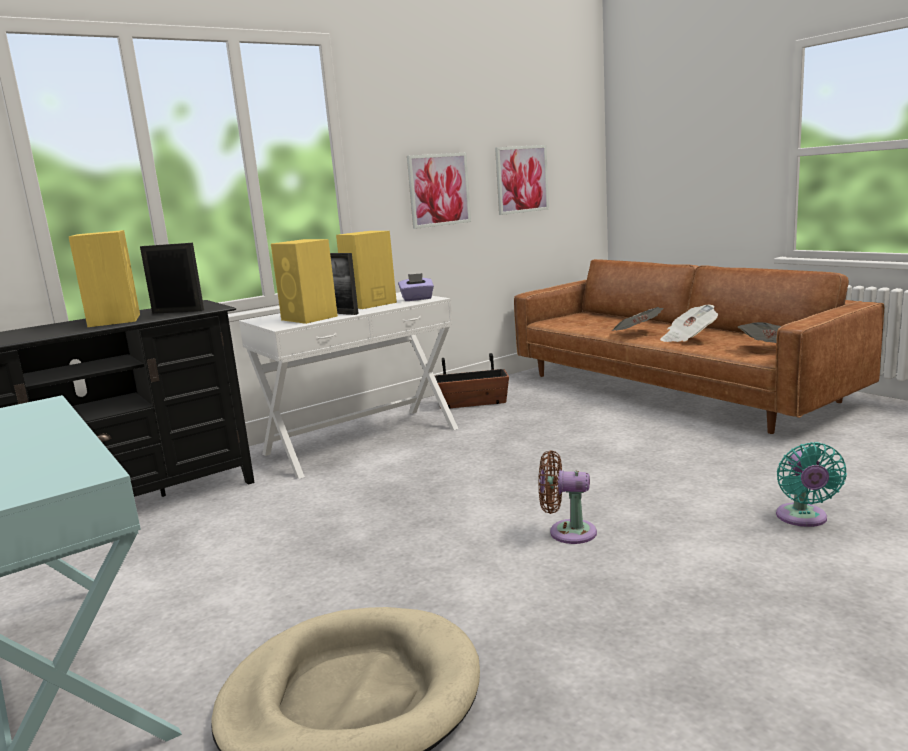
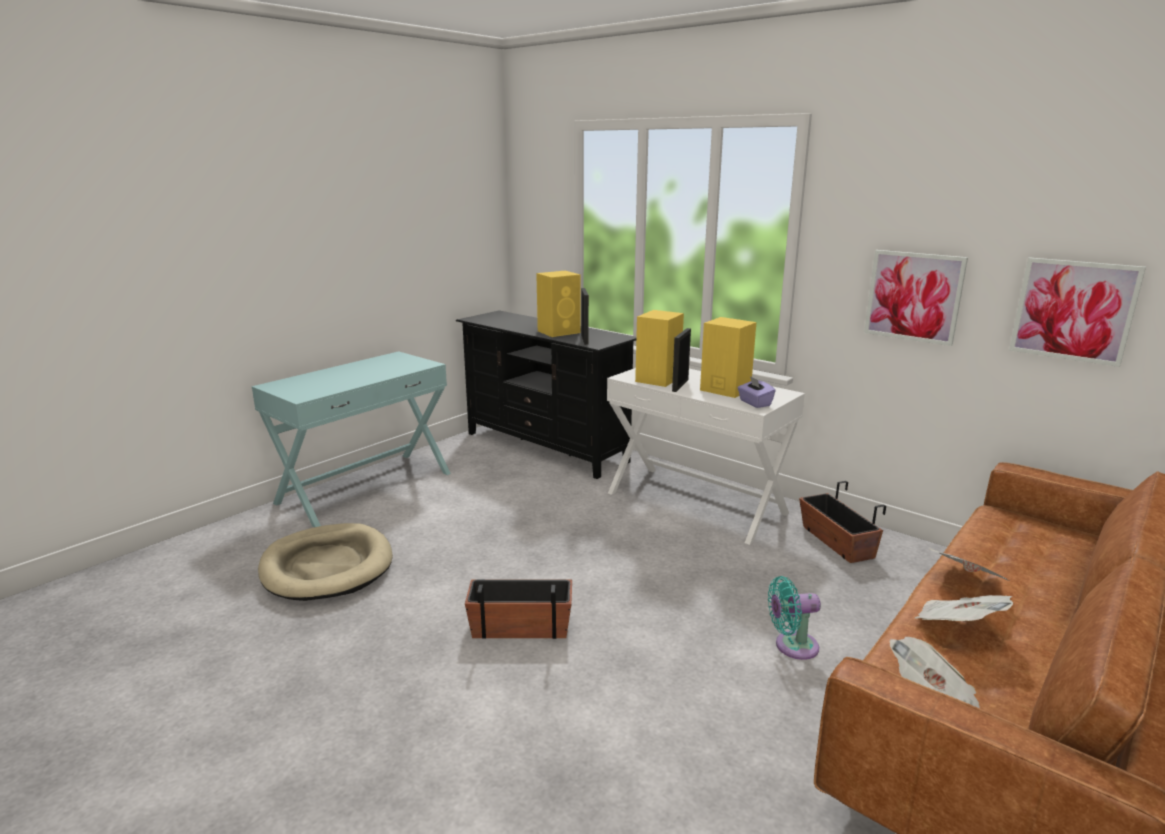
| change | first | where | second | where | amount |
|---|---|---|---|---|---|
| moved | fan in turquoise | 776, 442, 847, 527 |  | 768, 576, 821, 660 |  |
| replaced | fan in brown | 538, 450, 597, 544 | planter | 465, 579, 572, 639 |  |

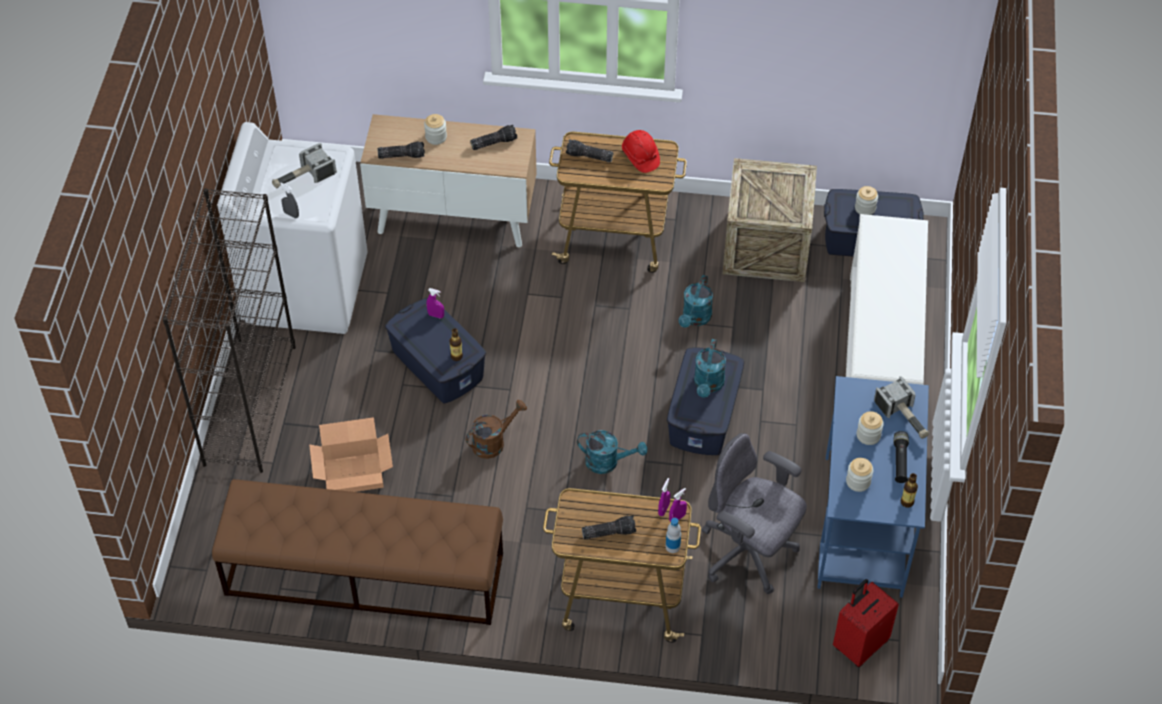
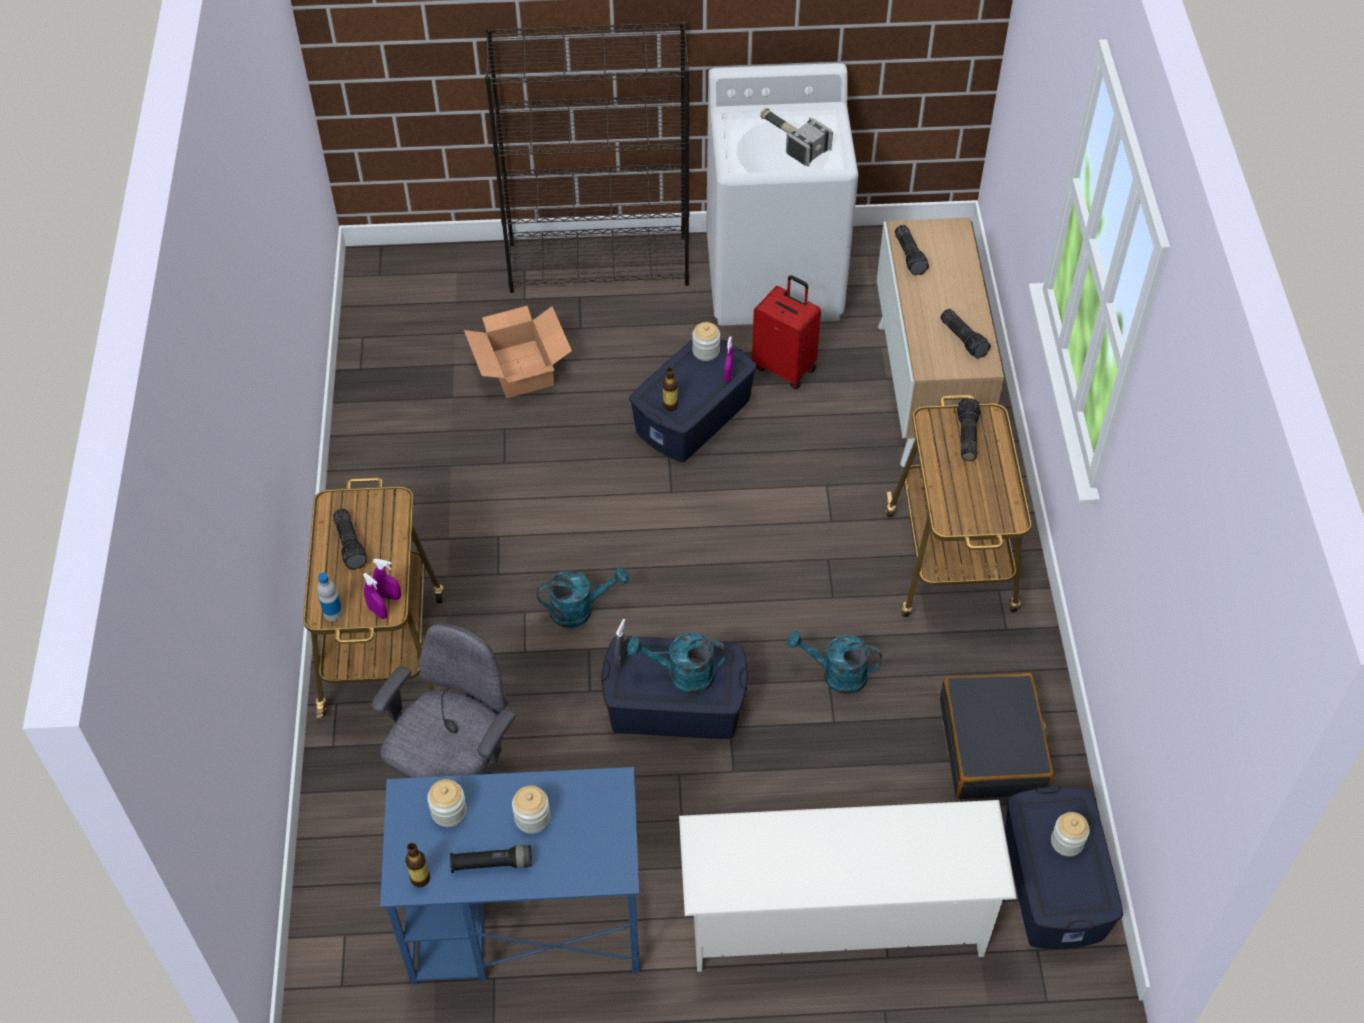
| change | first | where | second | where | amount |
|---|---|---|---|---|---|
| moved | jar | 424, 114, 447, 145 |  | 692, 322, 720, 361 |  |
| removed | hard hat in red | 622, 130, 660, 173 |  |  |  |
| replaced | crate | 723, 158, 817, 282 | suitcase in black | 940, 673, 1054, 799 |  |
| moved | spray bottle in grey | 280, 183, 299, 219 |  | 614, 619, 629, 667 |  |
| removed | hammer | 874, 376, 929, 439 |  |  |  |
| removed | watering can in brown | 466, 400, 527, 459 |  |  |  |
| turned | watering can in turquoise | 577, 430, 647, 474 |  | 537, 567, 629, 628 | 105 degrees counterclockwise |
| removed | bench in brown | 212, 479, 503, 625 |  |  |  |
| moved | suitcase in red | 833, 579, 899, 667 |  | 752, 275, 821, 389 |  |

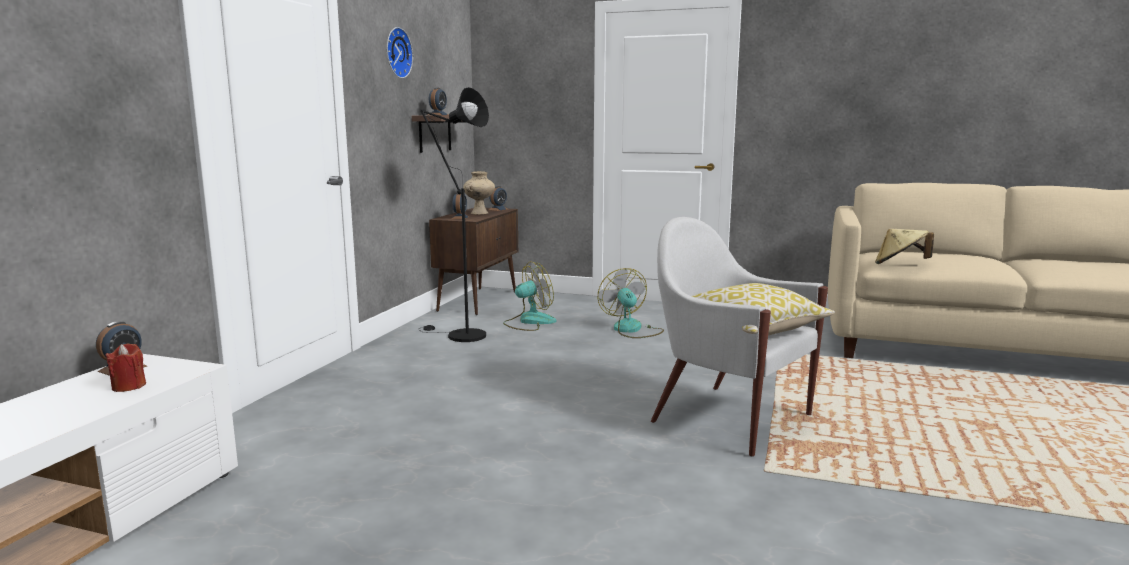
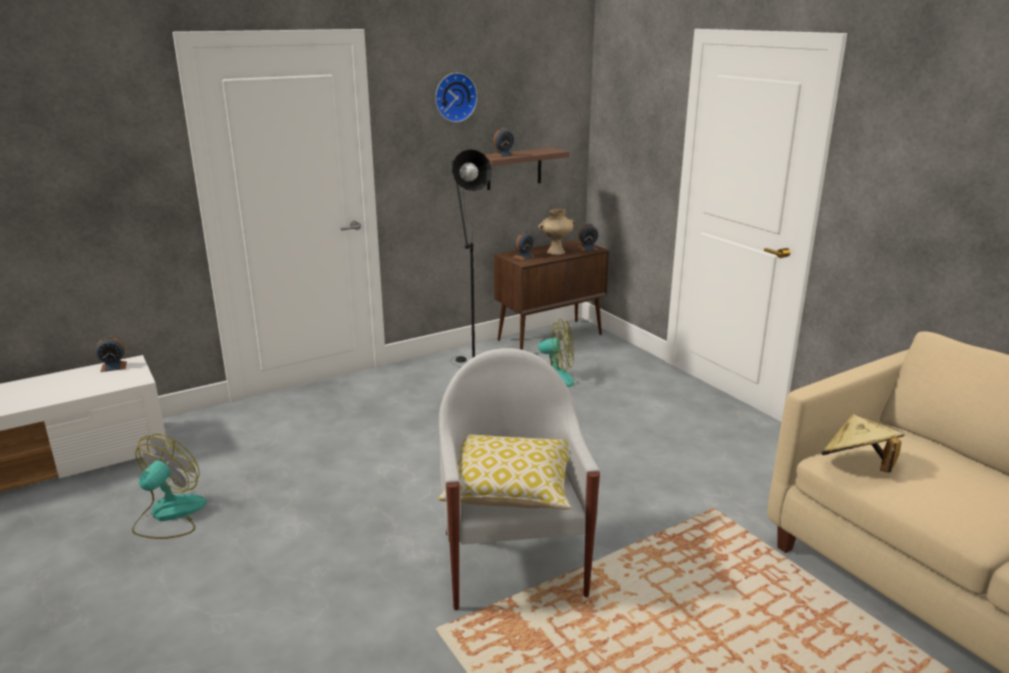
| change | first | where | second | where | amount |
|---|---|---|---|---|---|
| moved | fan | 598, 268, 664, 338 |  | 132, 434, 207, 539 |  |
| removed | candle in red | 106, 344, 146, 392 |  |  |  |

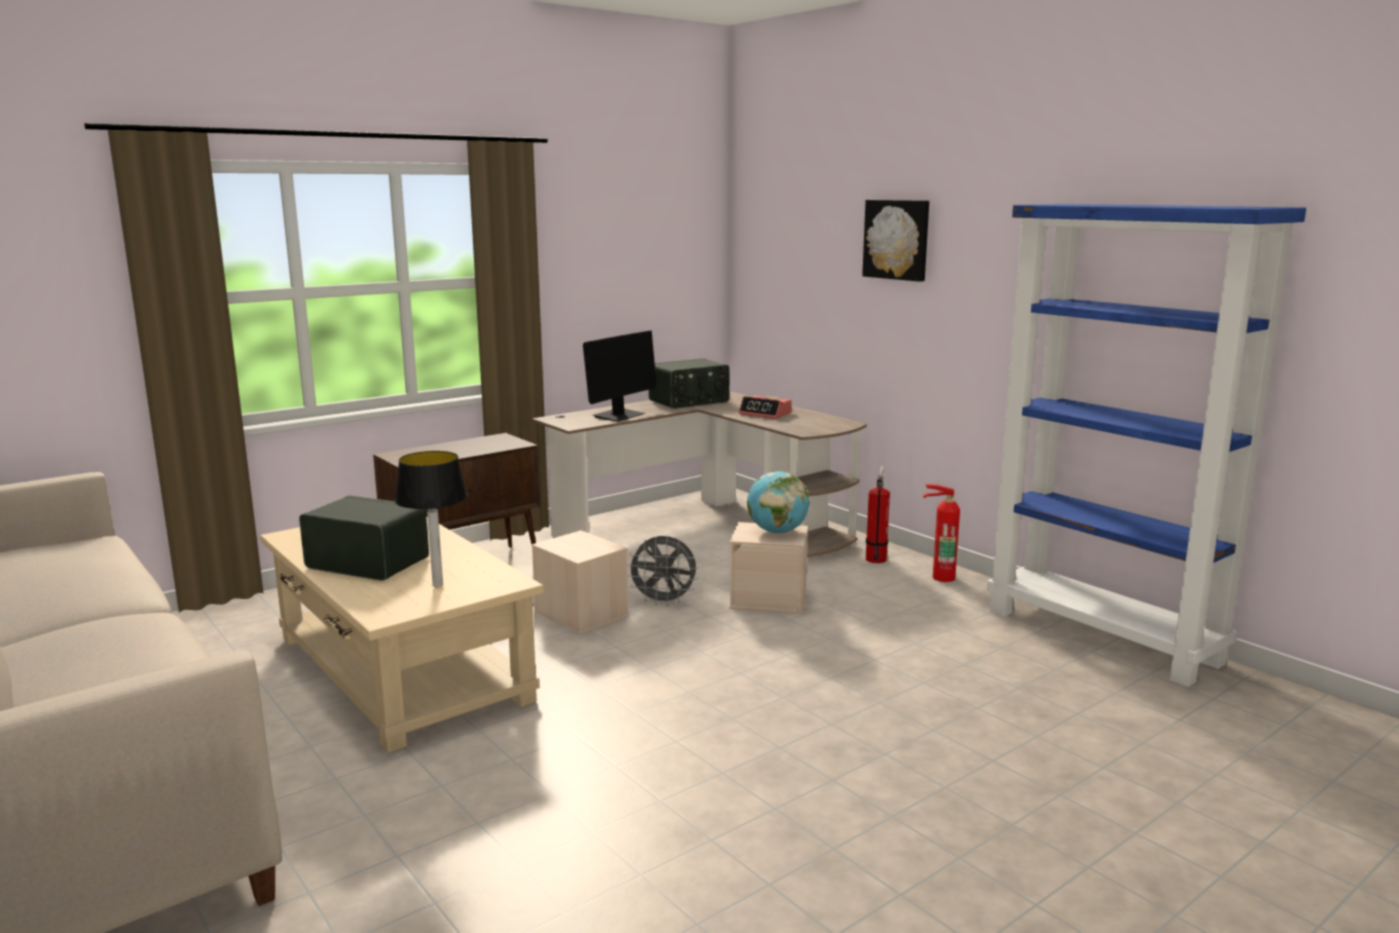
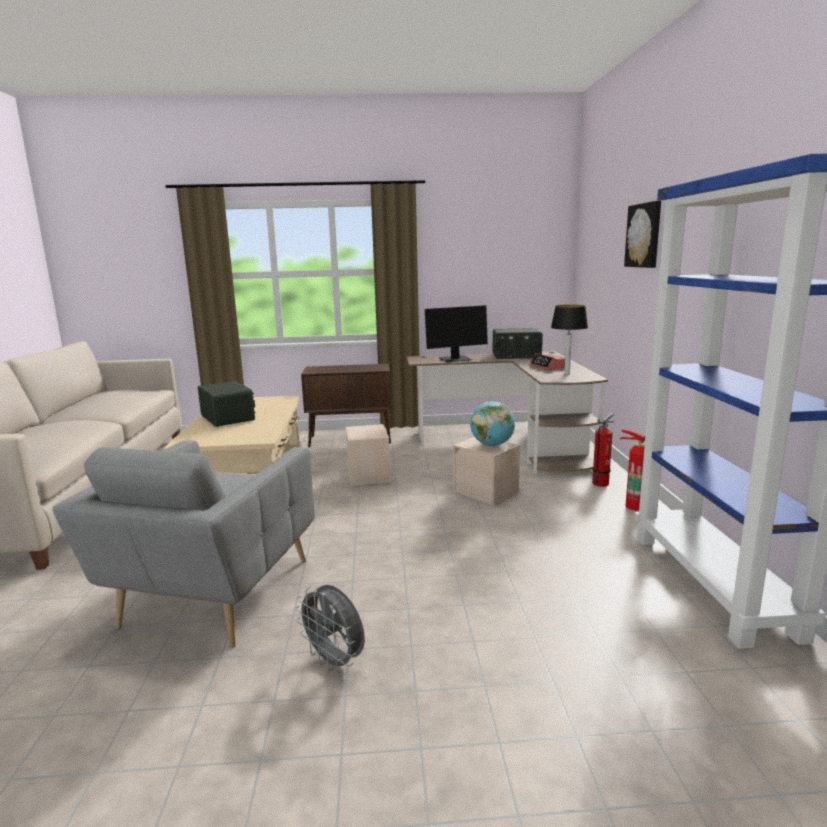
| change | first | where | second | where | amount |
|---|---|---|---|---|---|
| moved | table lamp | 395, 451, 468, 587 |  | 551, 305, 588, 375 |  |
| moved | fan in grey | 627, 536, 698, 606 |  | 295, 585, 365, 673 |  |
| added |  |  | armchair in grey | 53, 440, 315, 648 |  |

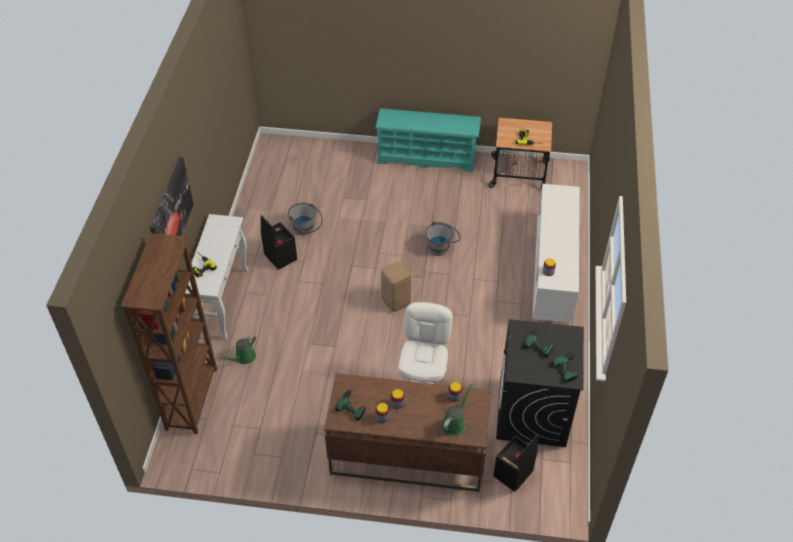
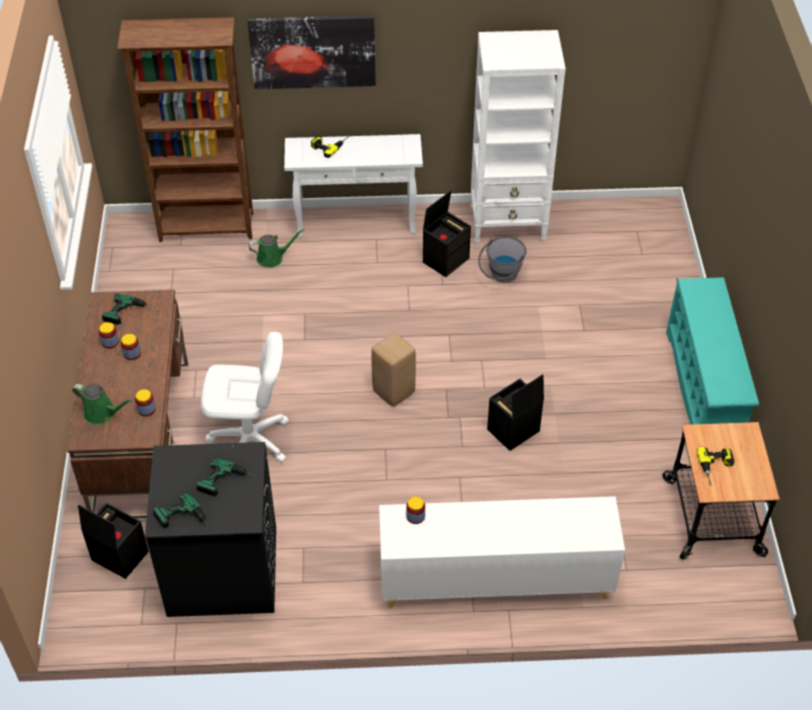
| change | first | where | second | where | amount |
|---|---|---|---|---|---|
| replaced | bucket in grey | 425, 221, 461, 256 | storage box in black | 487, 374, 544, 451 |  |
| turned | watering can in green | 219, 335, 256, 364 |  | 248, 229, 304, 268 | 135 degrees clockwise |
| added |  |  | bookcase in white | 471, 30, 566, 244 |  |

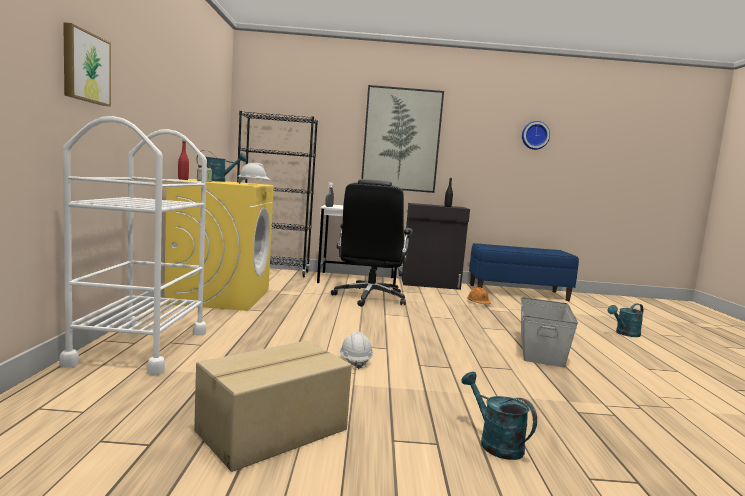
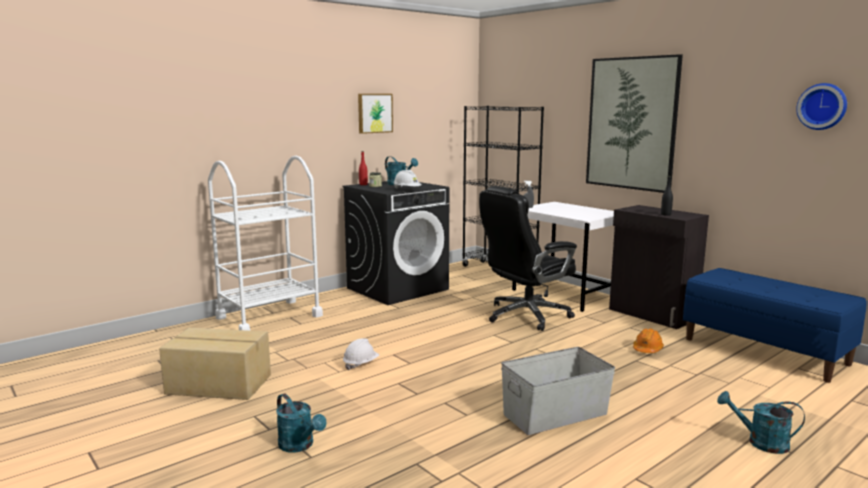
| change | first | where | second | where | amount |
|---|---|---|---|---|---|
| moved | picture | 63, 22, 111, 107 |  | 358, 94, 393, 134 |  |
| recoloured | washing machine in yellow | 164, 179, 274, 311 | washing machine in black | 342, 181, 450, 305 |  |
| turned | watering can in turquoise | 462, 372, 537, 460 |  | 276, 393, 326, 453 | 120 degrees clockwise |

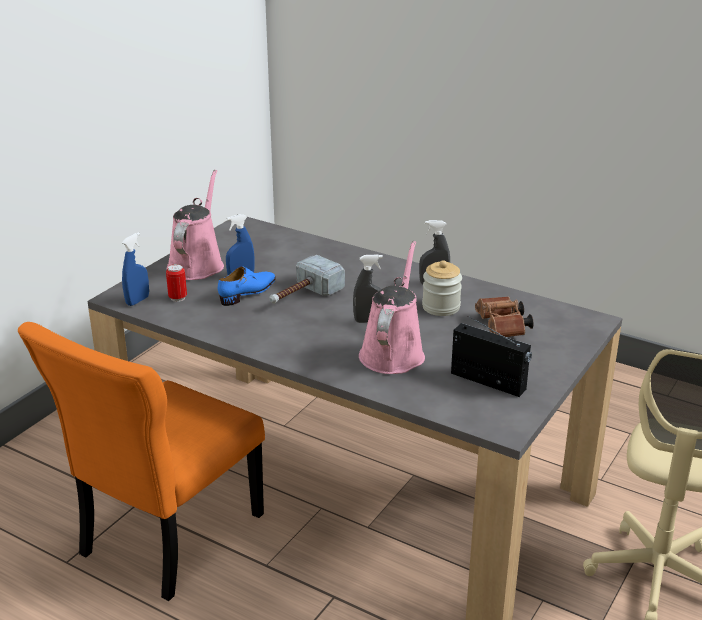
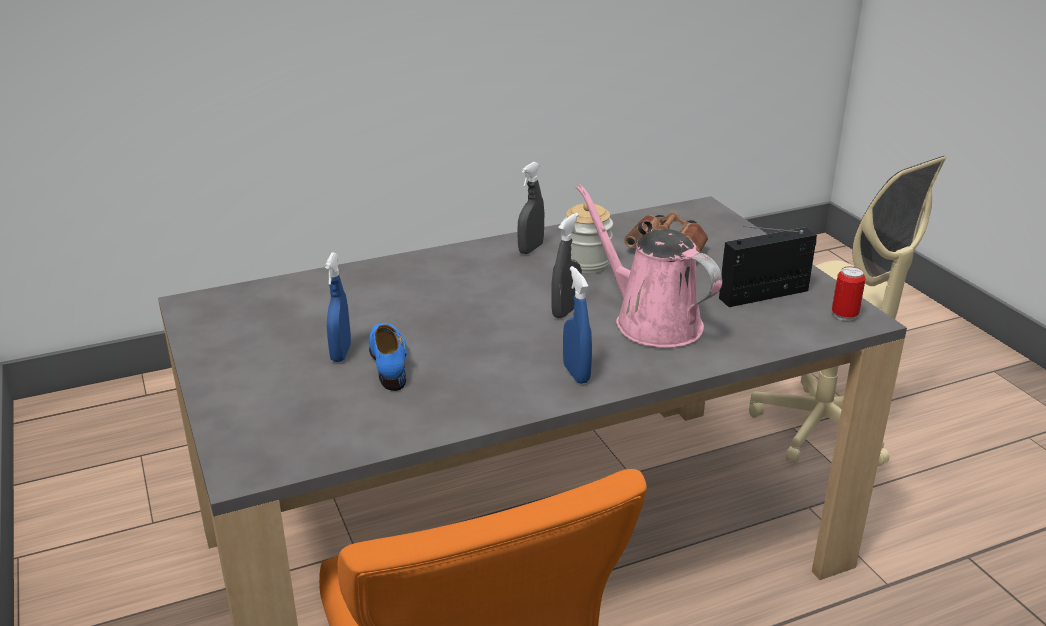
| change | first | where | second | where | amount |
|---|---|---|---|---|---|
| removed | watering can in pink | 167, 170, 224, 280 |  |  |  |
| moved | spray bottle in blue | 122, 232, 149, 306 |  | 563, 266, 592, 384 |  |
| removed | hammer | 269, 255, 345, 304 |  |  |  |
| moved | can | 166, 264, 187, 302 |  | 832, 266, 866, 321 |  |

